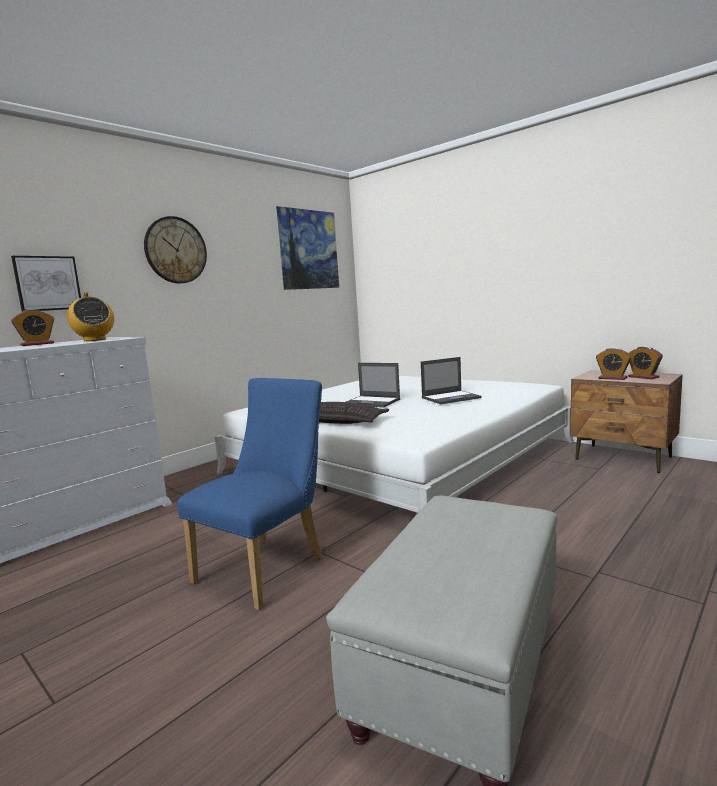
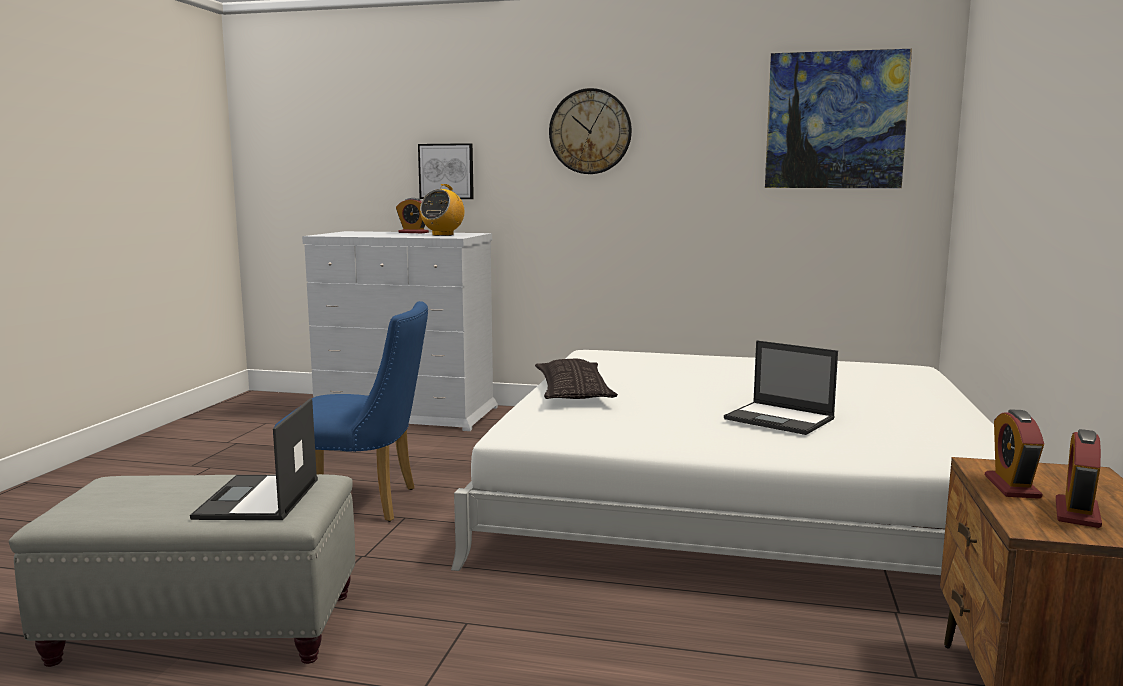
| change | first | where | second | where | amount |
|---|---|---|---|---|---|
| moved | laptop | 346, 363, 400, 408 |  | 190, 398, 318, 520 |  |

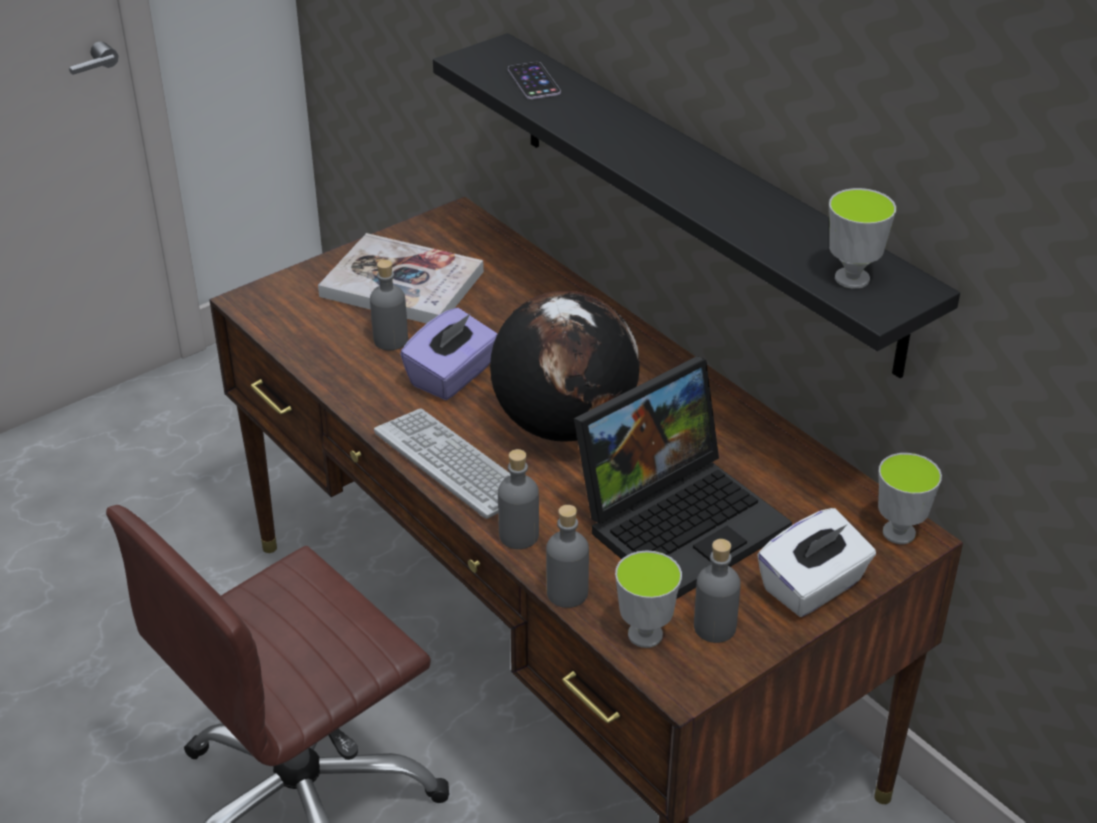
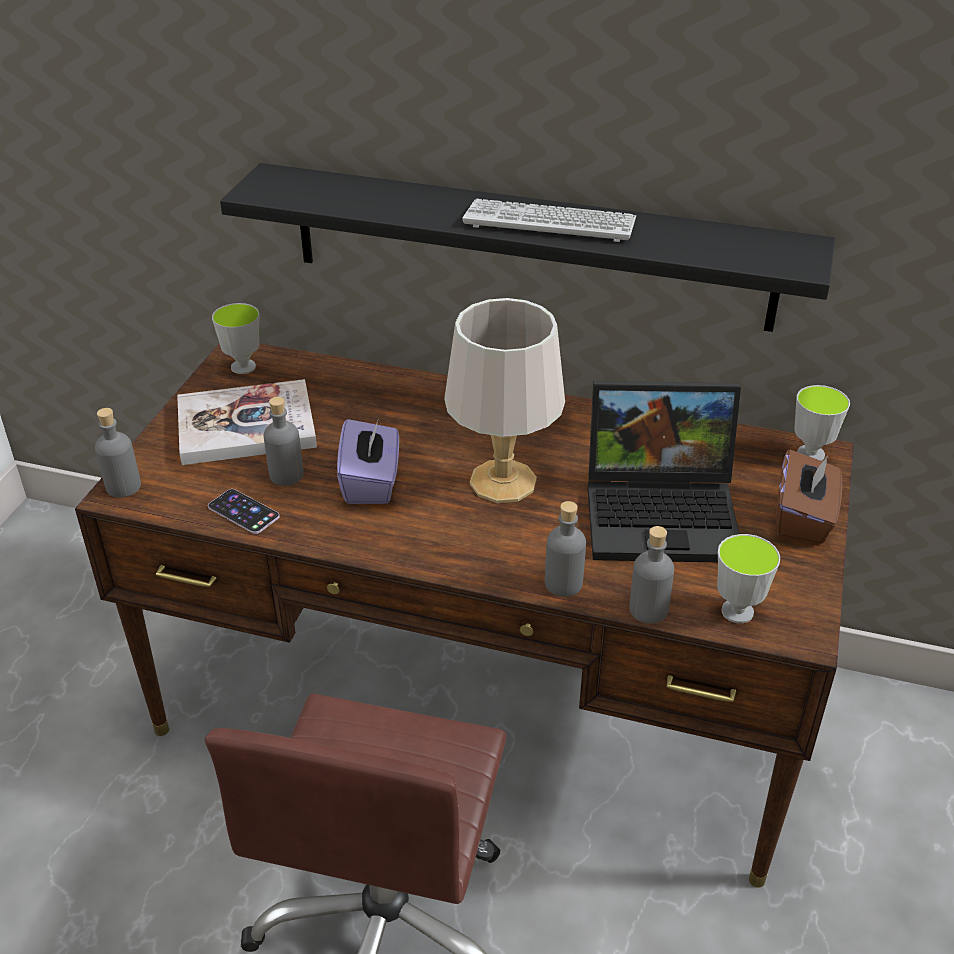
| change | first | where | second | where | amount |
|---|---|---|---|---|---|
| moved | phone | 508, 62, 561, 99 |  | 208, 489, 280, 534 |  |
| moved | cup | 829, 188, 896, 289 |  | 212, 303, 259, 374 |  |
| replaced | globe | 490, 291, 640, 442 | table lamp in grey | 444, 298, 565, 503 |  |
| turned | laptop | 574, 356, 792, 599 |  | 587, 381, 741, 562 | 75 degrees clockwise |
| moved | keyboard | 374, 408, 511, 519 |  | 463, 199, 636, 242 |  |
| recoloured | tissue box in white | 757, 508, 876, 617 | tissue box in brown | 776, 450, 842, 544 |  |
| moved | bottle in grey | 694, 539, 741, 643 |  | 95, 408, 141, 498 |  |

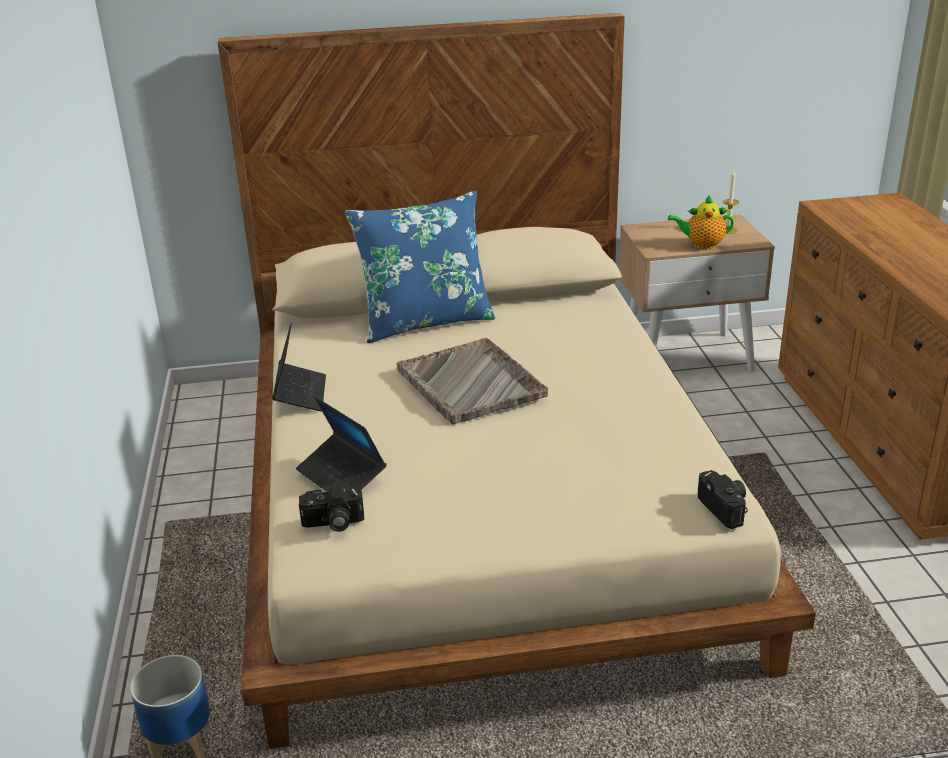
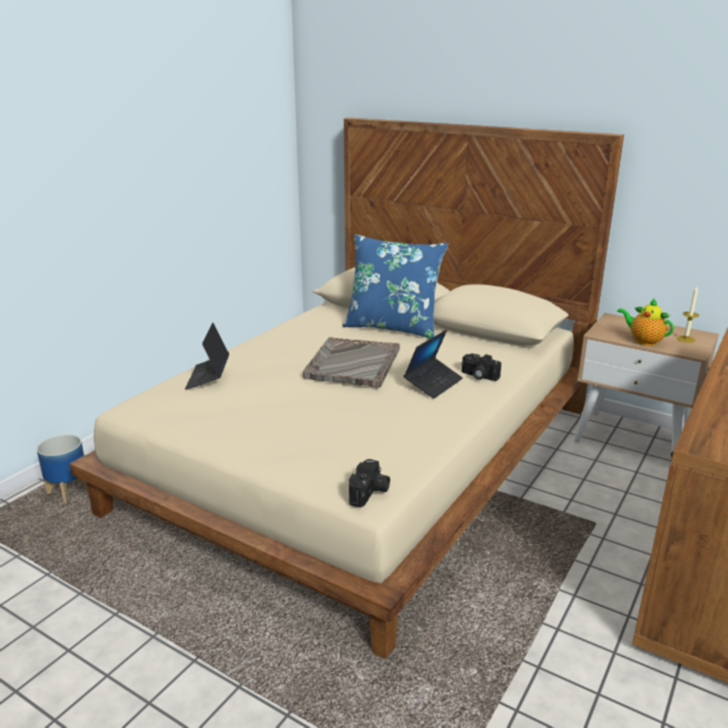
| change | first | where | second | where | amount |
|---|---|---|---|---|---|
| moved | laptop | 272, 322, 326, 412 |  | 404, 330, 463, 399 |  |
| moved | photo camera | 299, 485, 364, 532 |  | 462, 353, 501, 381 |  |

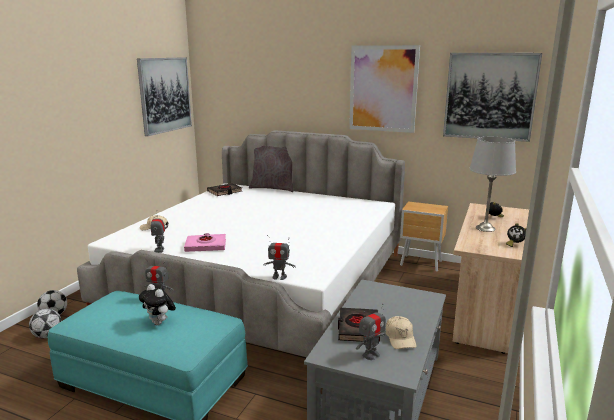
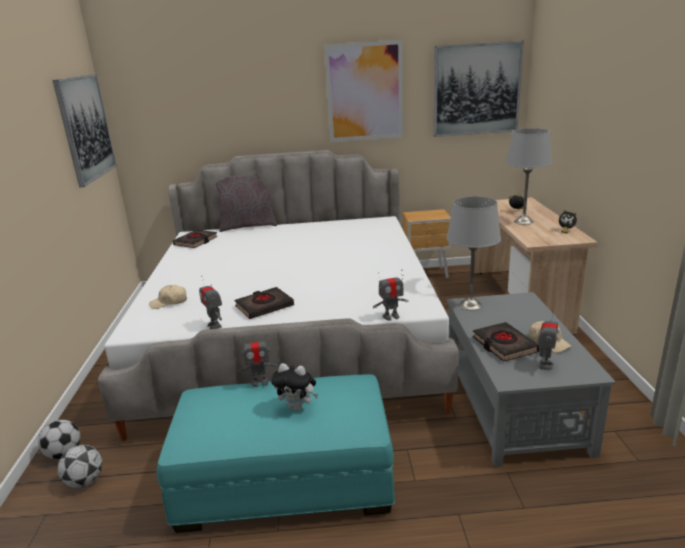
| change | first | where | second | where | amount |
|---|---|---|---|---|---|
| recoloured | book in pink | 184, 233, 226, 252 | book in black | 234, 287, 294, 319 |  |
| added |  |  | table lamp in grey | 447, 196, 501, 310 |  |

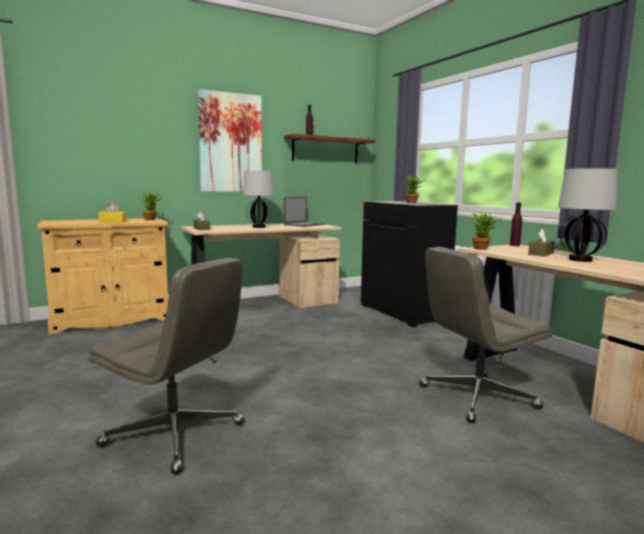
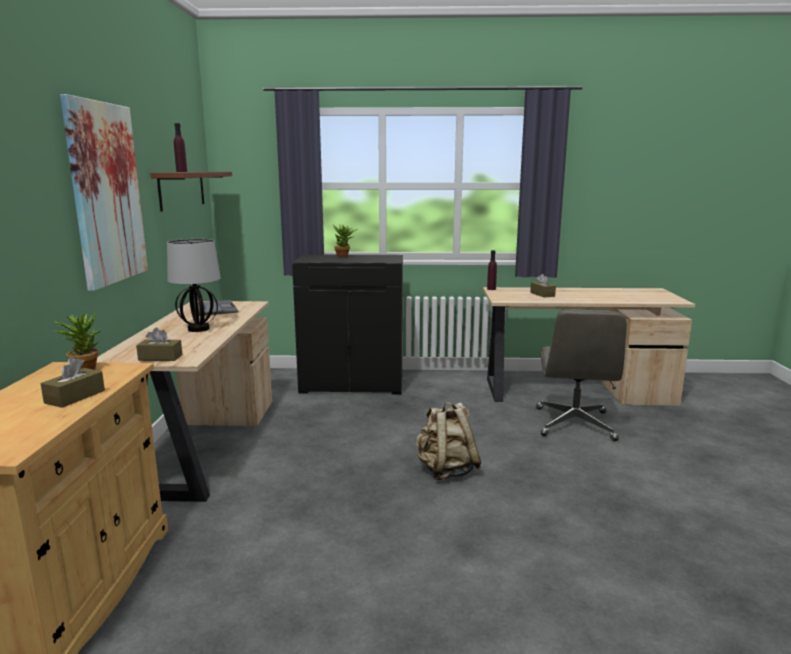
| change | first | where | second | where | amount |
|---|---|---|---|---|---|
| removed | table lamp | 558, 168, 618, 262 |  |  |  |
| recoloured | tissue box in yellow | 98, 202, 126, 223 | tissue box in brown | 41, 357, 105, 408 |  |
| removed | potted plant | 472, 211, 502, 250 |  |  |  |
| removed | office chair in grey | 88, 258, 245, 475 |  |  |  |
| added |  |  | backpack in beige | 416, 402, 482, 480 |  |

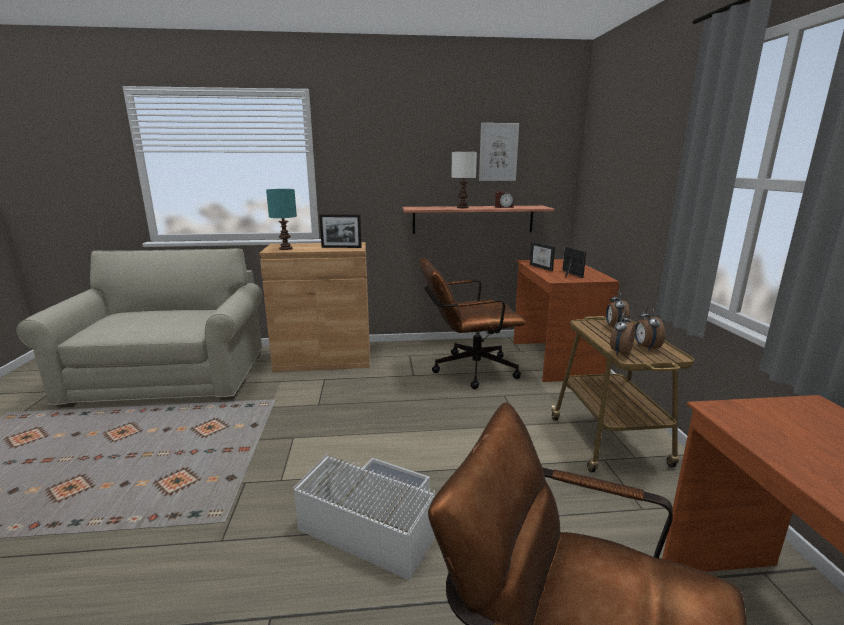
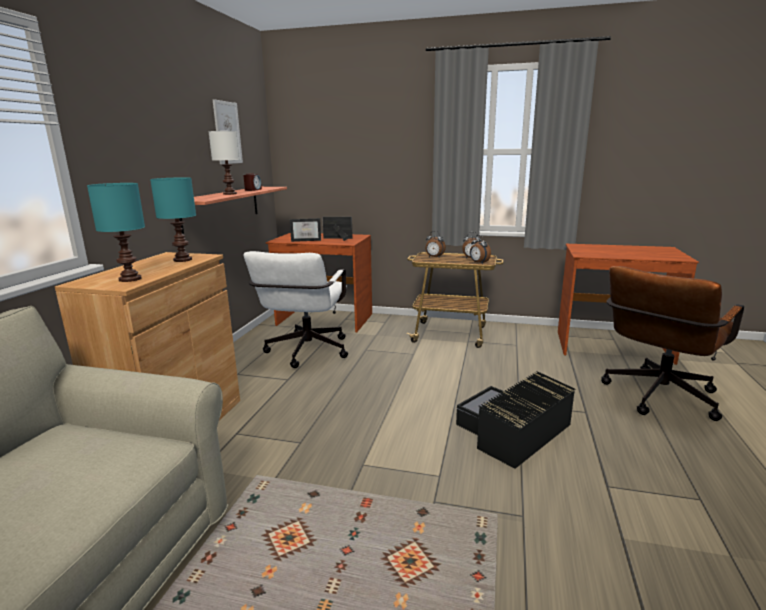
| change | first | where | second | where | amount |
|---|---|---|---|---|---|
| replaced | picture frame | 319, 214, 362, 248 | table lamp in turquoise | 150, 177, 196, 262 |  |
| recoloured | office chair in brown | 420, 257, 526, 389 | office chair in white | 244, 251, 348, 368 |  |
| recoloured | storage box in white | 293, 453, 435, 580 | storage box in black | 456, 371, 576, 469 |  |

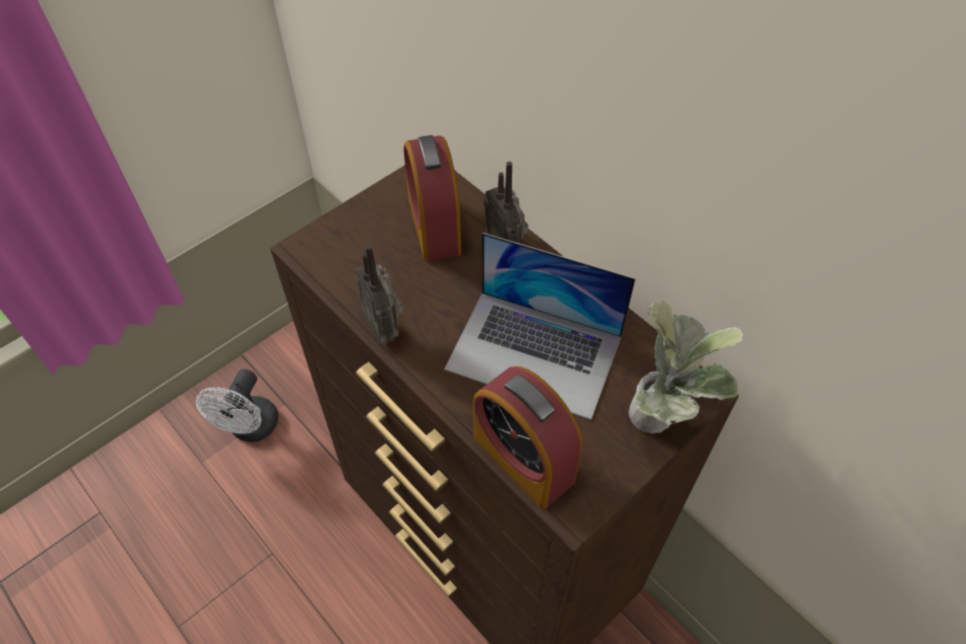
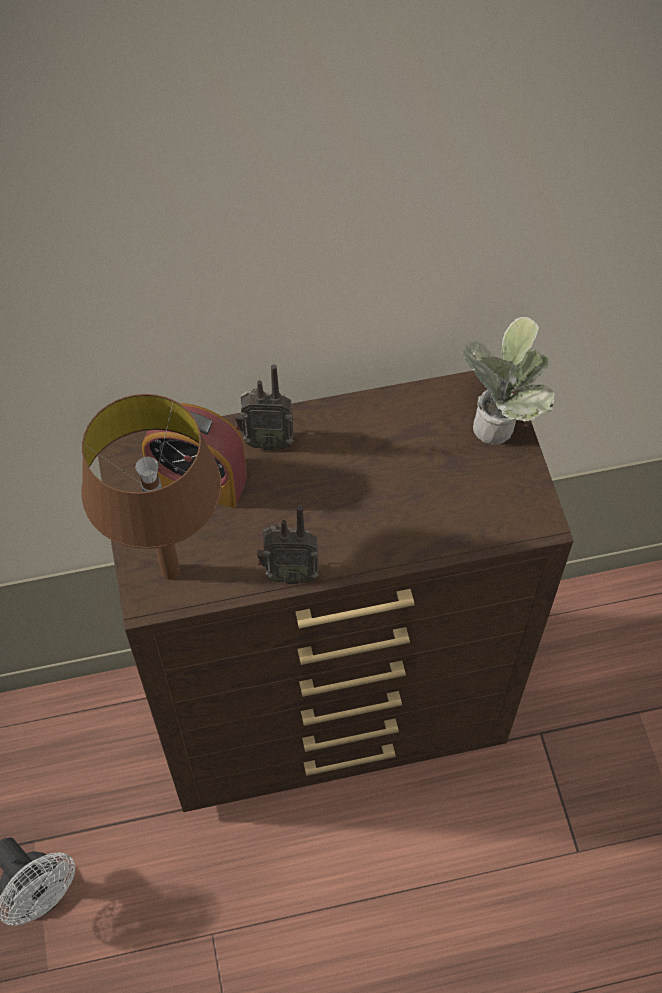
| change | first | where | second | where | amount |
|---|---|---|---|---|---|
| removed | laptop | 444, 233, 636, 420 |  |  |  |
| removed | alarm clock | 473, 366, 582, 509 |  |  |  |
| added |  |  | table lamp in brown | 82, 394, 222, 580 |  |

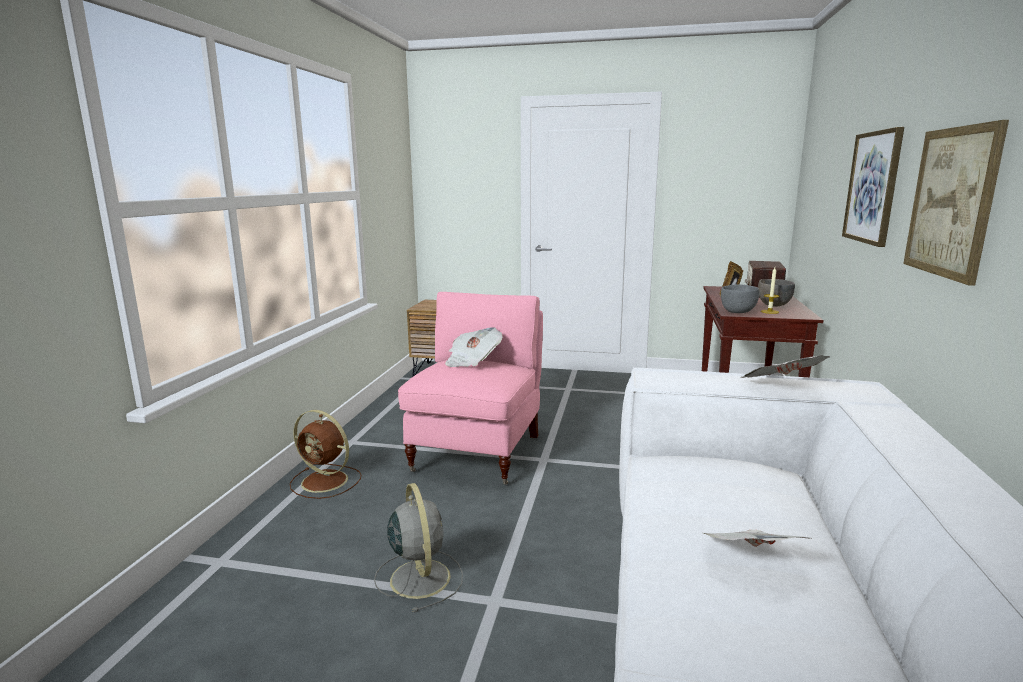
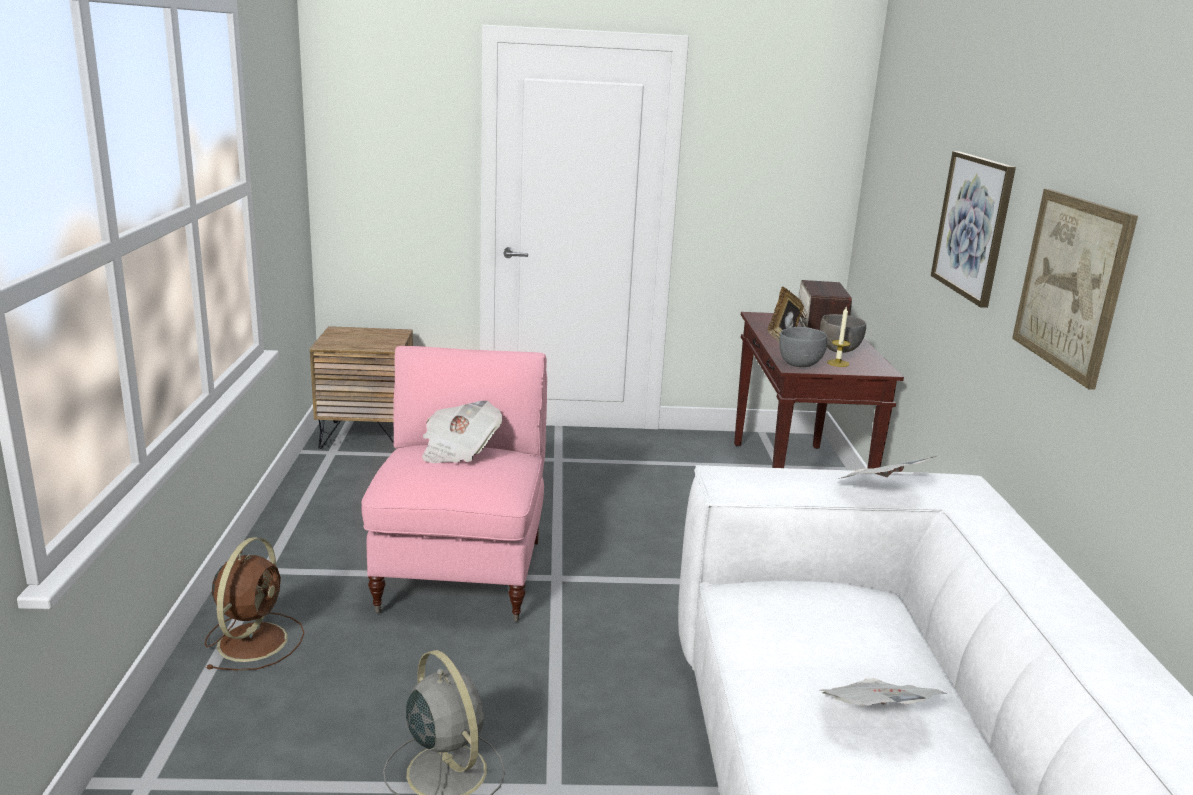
| change | first | where | second | where | amount |
|---|---|---|---|---|---|
| turned | fan in brown | 290, 410, 362, 499 |  | 205, 537, 304, 671 | 90 degrees counterclockwise |

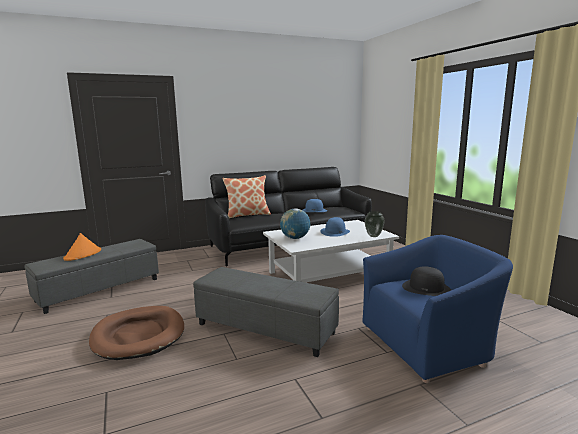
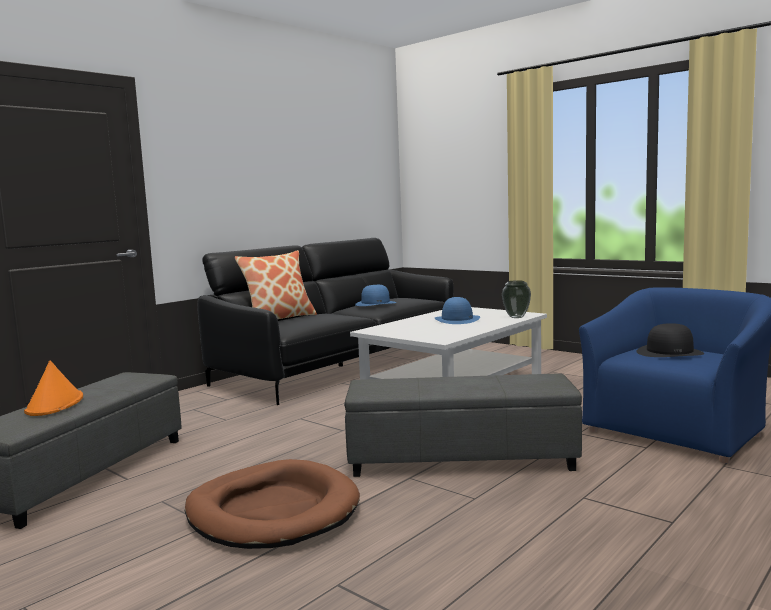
| change | first | where | second | where | amount |
|---|---|---|---|---|---|
| removed | globe | 280, 208, 310, 239 |  |  |  |

